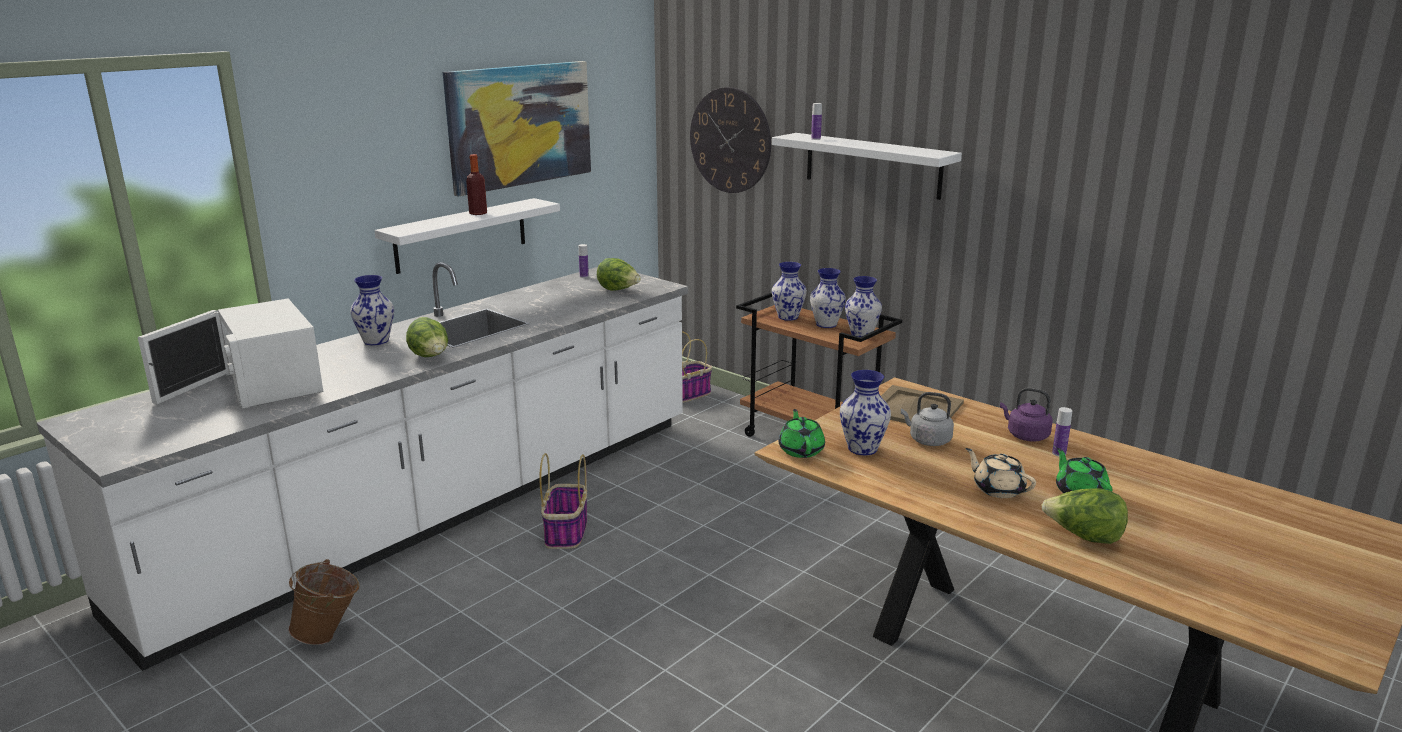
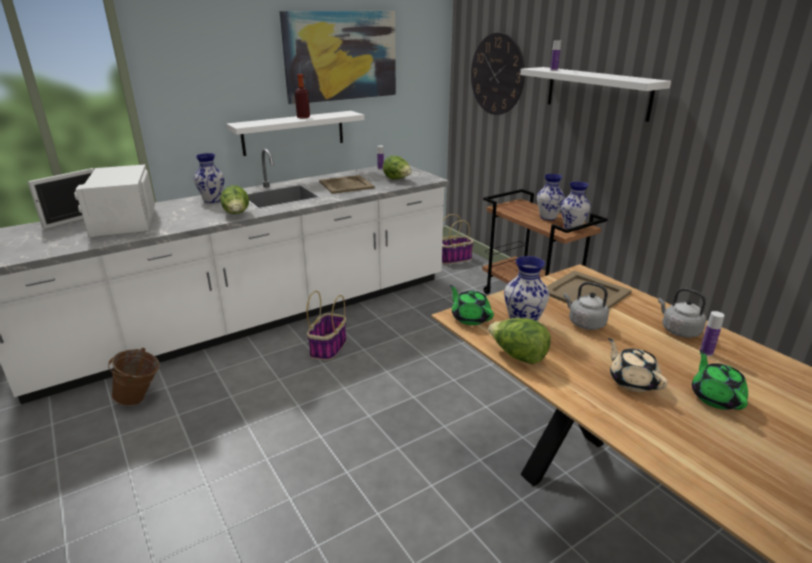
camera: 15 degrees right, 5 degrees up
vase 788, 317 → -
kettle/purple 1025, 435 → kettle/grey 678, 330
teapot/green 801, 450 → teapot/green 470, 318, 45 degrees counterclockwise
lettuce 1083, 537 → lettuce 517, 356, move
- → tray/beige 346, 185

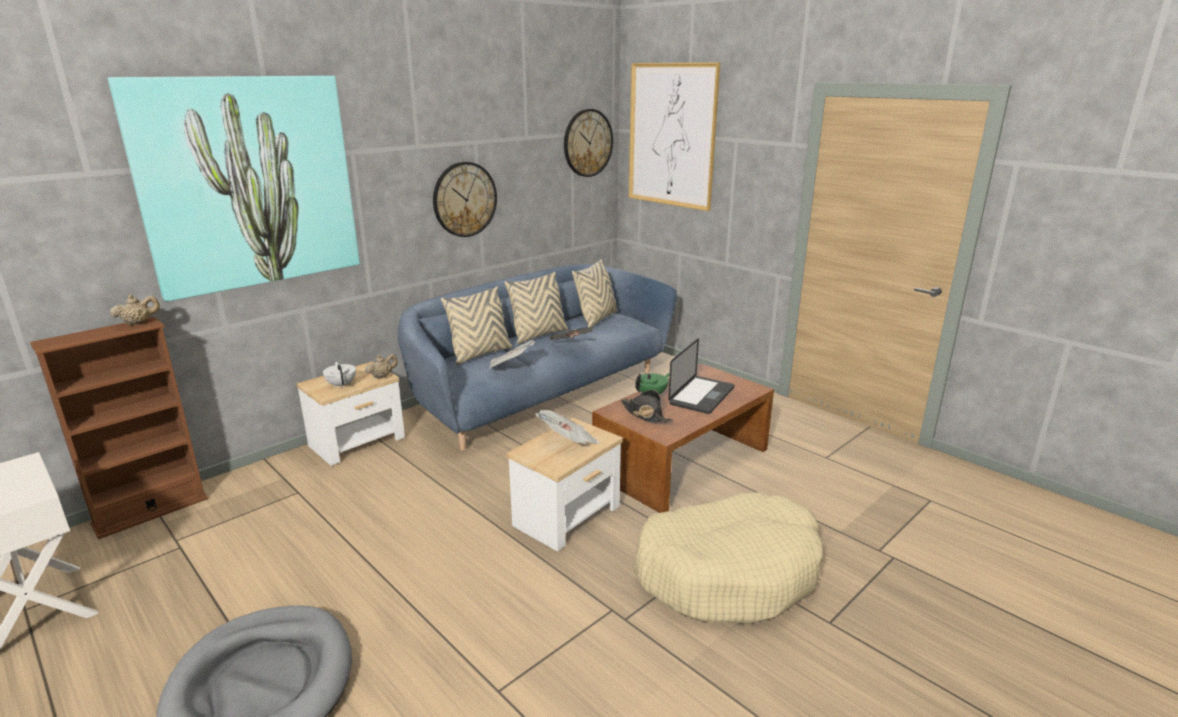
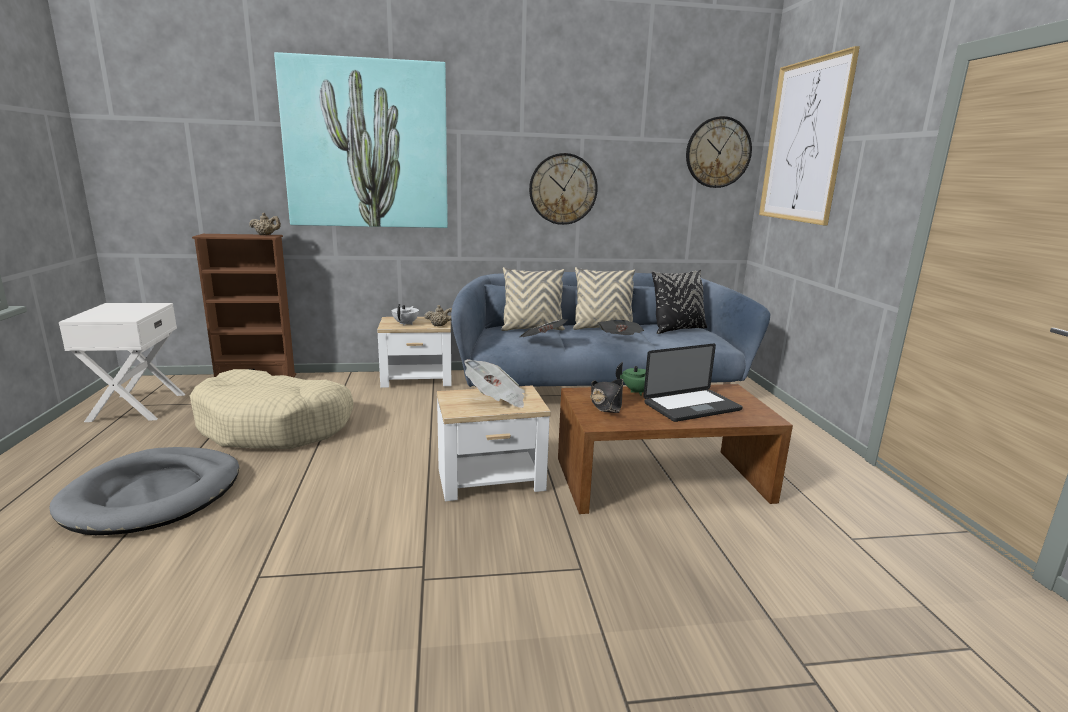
camera: 35 degrees right, 5 degrees down
pillow/beige 596, 319 → pillow/black 677, 329
dog bed/beige 728, 572 → dog bed/beige 276, 426, move

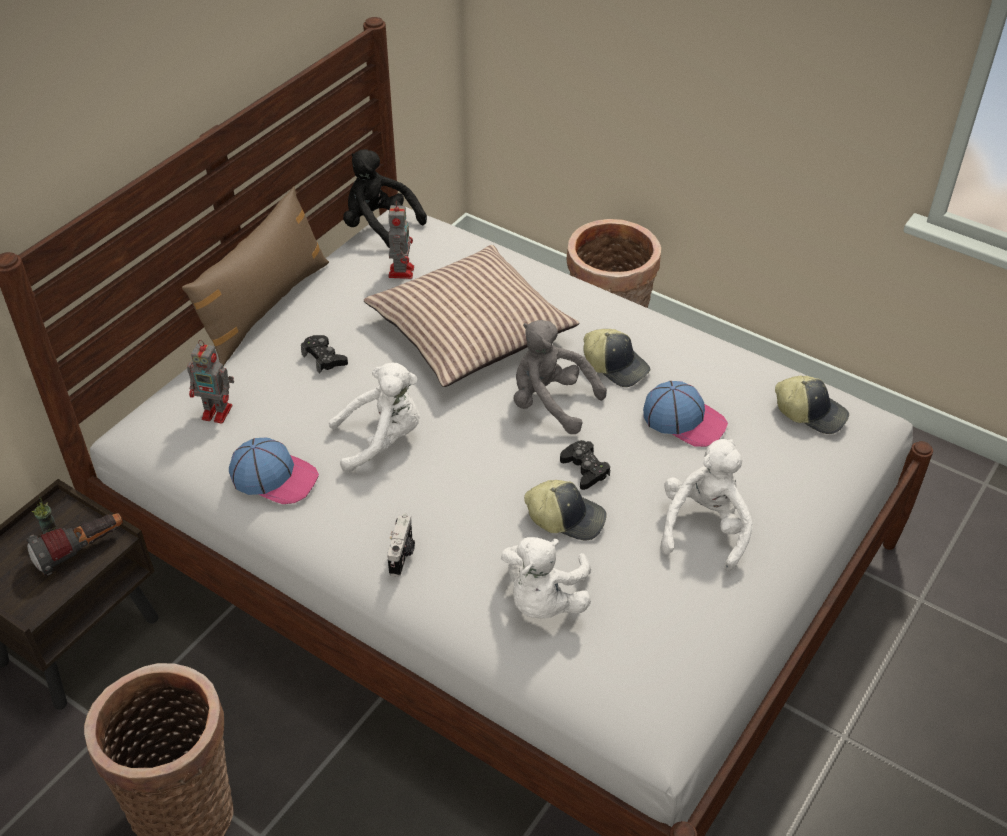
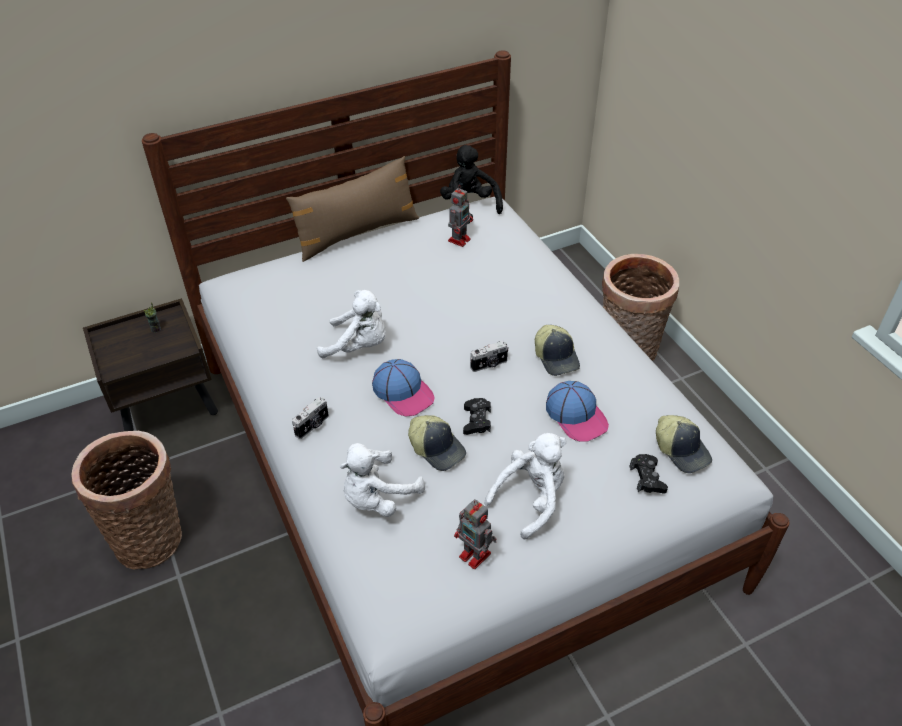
camera: 30 degrees right, 0 degrees up
pillow 470, 330 → -
plush toy/grey 550, 403 → photo camera 489, 365
game controller/black 324, 358 → game controller/black 647, 478, move
toy robot 218, 412 → toy robot 476, 556, move
cap 274, 477 → cap 403, 392, move
flashlight 81, 551 → -

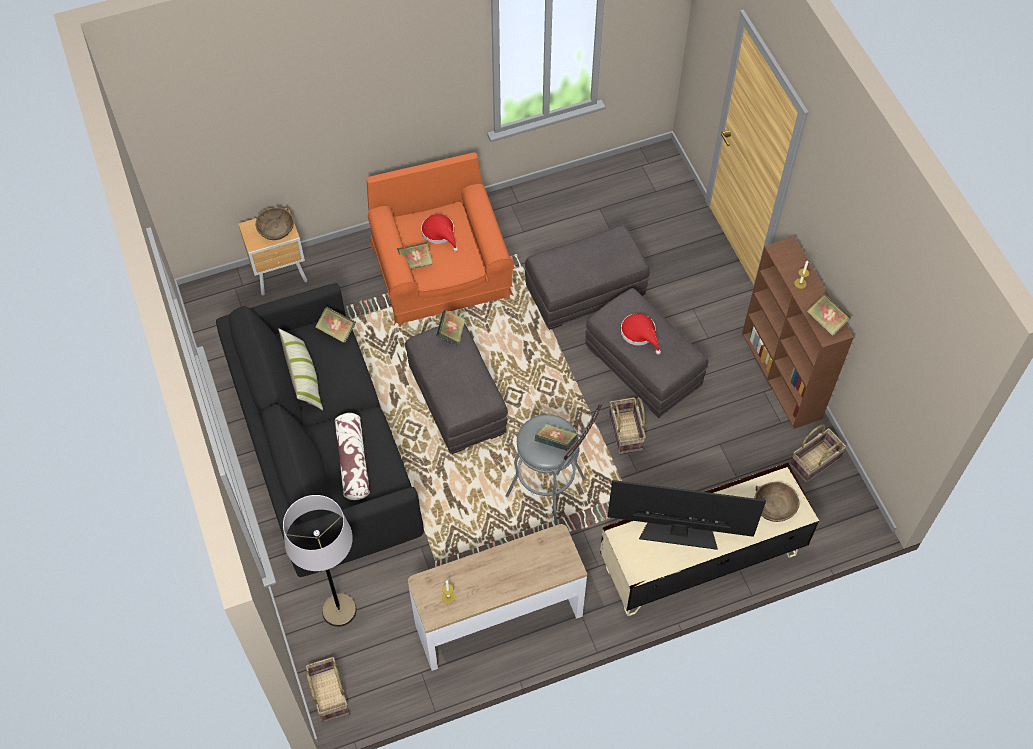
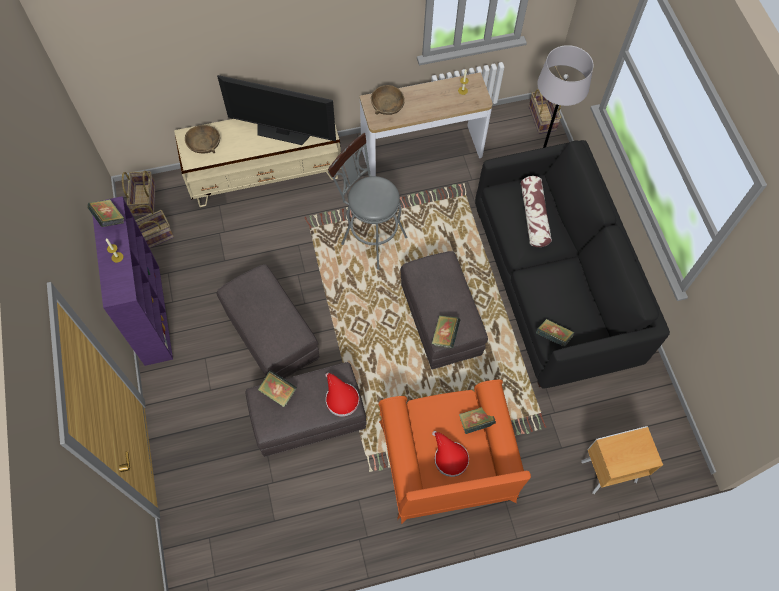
camera: 175 degrees left, 5 degrees up
bowl/brown 276, 228 → bowl/brown 387, 104, move
bookcase/brown 782, 376 → bookcase/purple 151, 314
hat/red 640, 334 → hat/red 340, 398, move
pillow 303, 378 → -
basket 626, 433 → basket 144, 200, move
book 555, 443 → book 278, 392, move

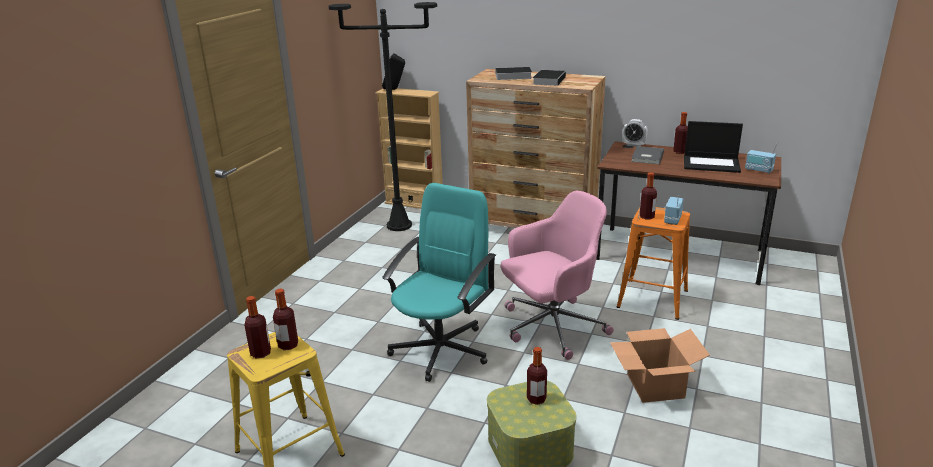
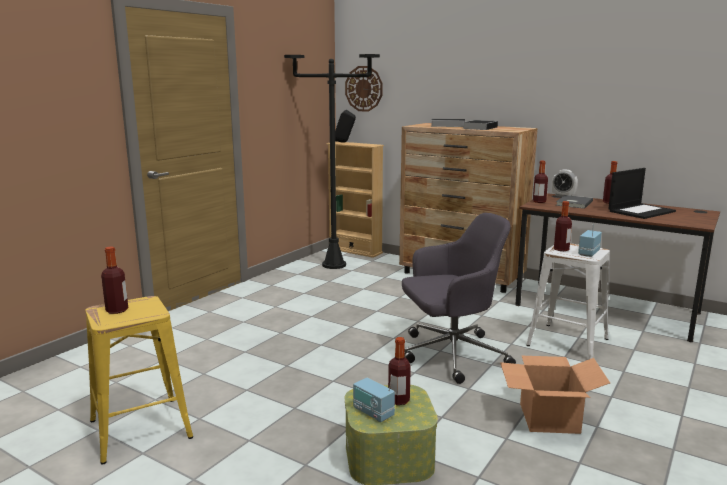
camera: 10 degrees right, 10 degrees down
laptop 712, 164 → laptop 641, 211, 60 degrees counterclockwise
radio 758, 170 → radio 373, 413, move
office chair/turquoise 441, 349 → -
office chair/pink 551, 327 → office chair/grey 451, 355
stool/orange 652, 299 → stool/white 567, 342
bottle 288, 345 → bottle 539, 201, move
- → wall clock 364, 88

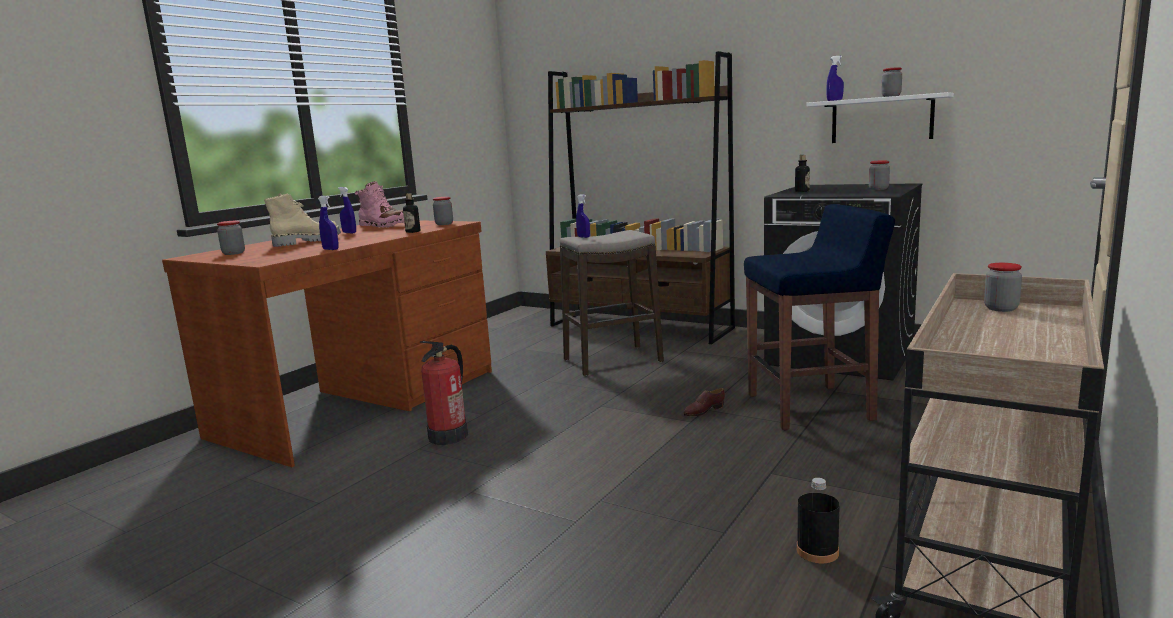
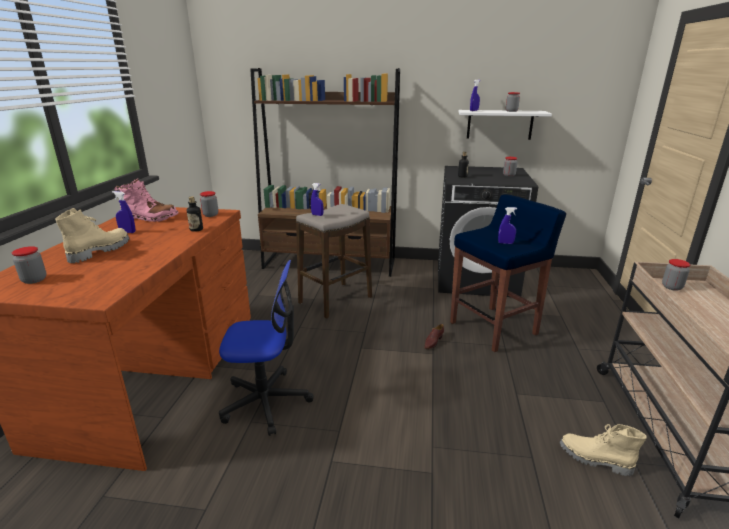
camera: 25 degrees left, 10 degrees up
spray bottle/blue 331, 249 → spray bottle/blue 505, 243, move
fire extinguisher 449, 436 → office chair 266, 401
bottle/black 817, 551 → boot/beige 595, 460

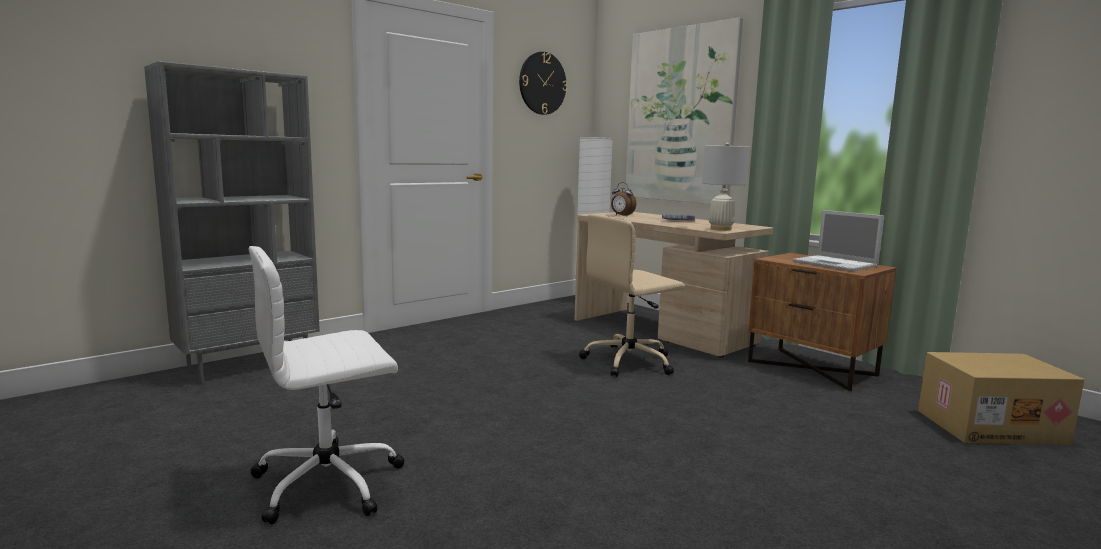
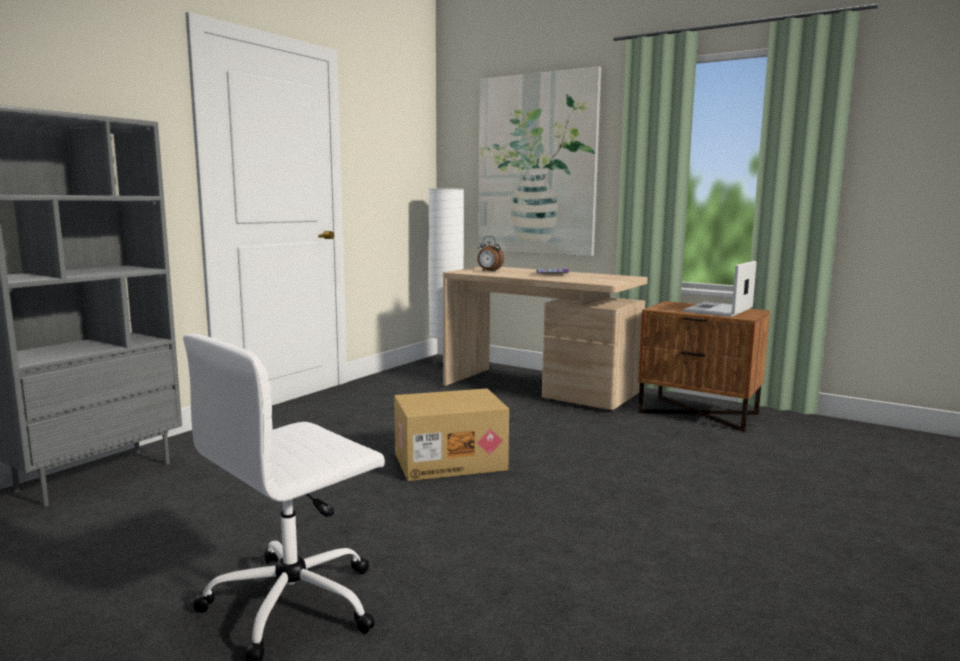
camera: 15 degrees left, 0 degrees up
wall clock 542, 83 → -
table lamp/white 720, 229 → -
laptop 836, 264 → laptop 718, 310, 90 degrees clockwise
office chair/beige 630, 361 → -
cardboard box 990, 426 → cardboard box 450, 461, move

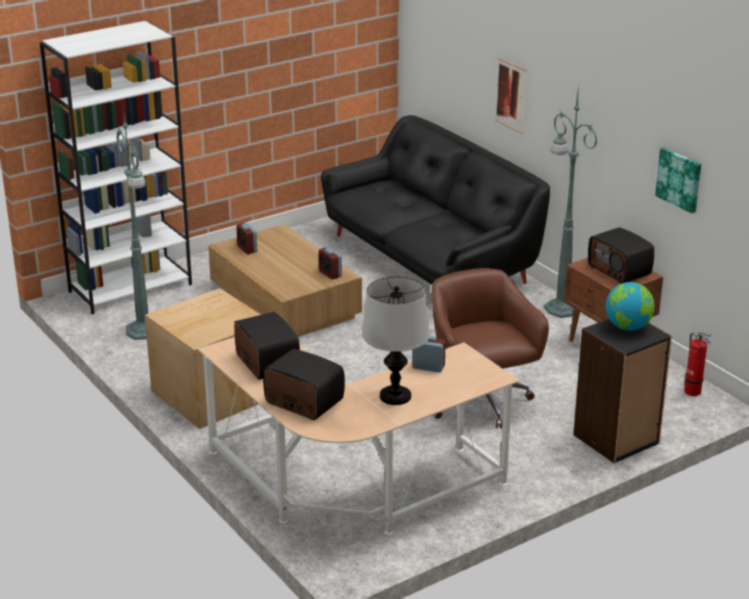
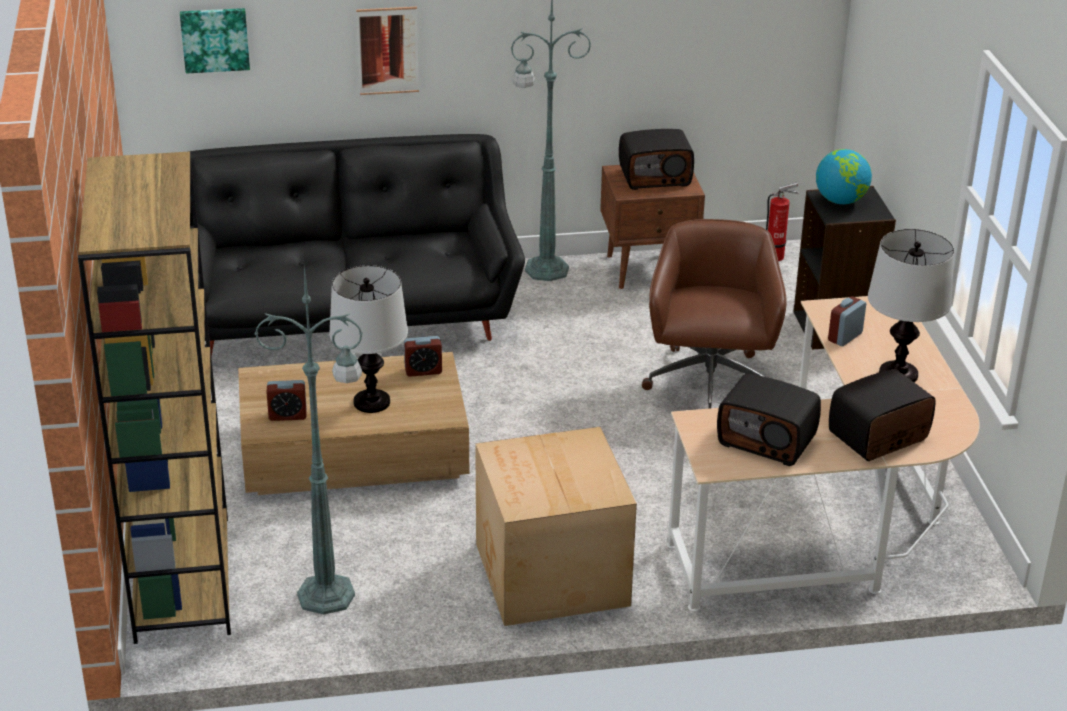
camera: 65 degrees left, 5 degrees up
bookcase/white 131, 288 → bookcase/brown 181, 577
picture 679, 179 → picture 215, 39, move
office chair/brown 479, 402 → office chair/brown 709, 384, 90 degrees clockwise
radio 265, 362 → radio 768, 440, 150 degrees counterclockwise
- → table lamp 372, 402

